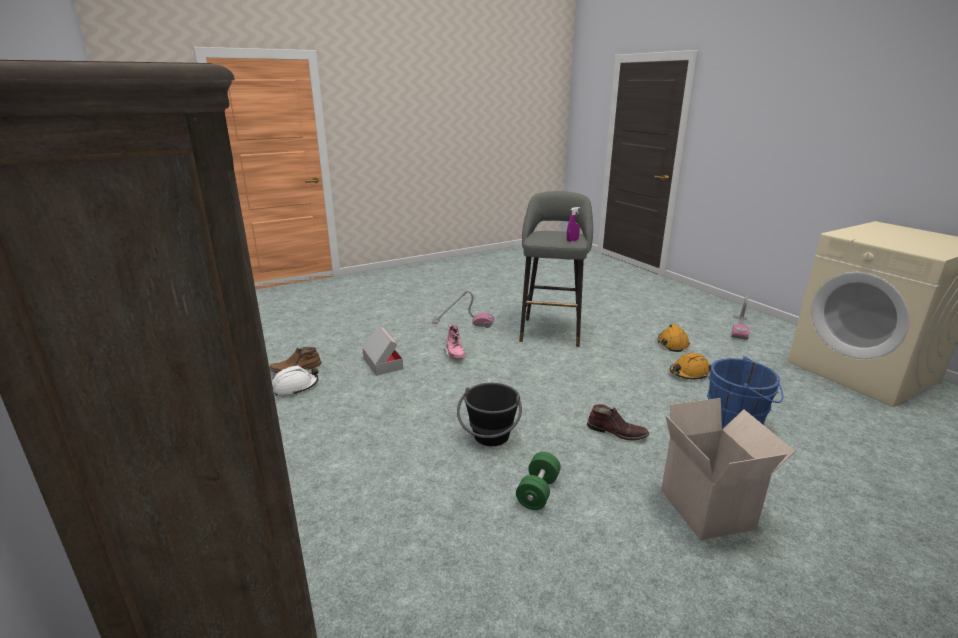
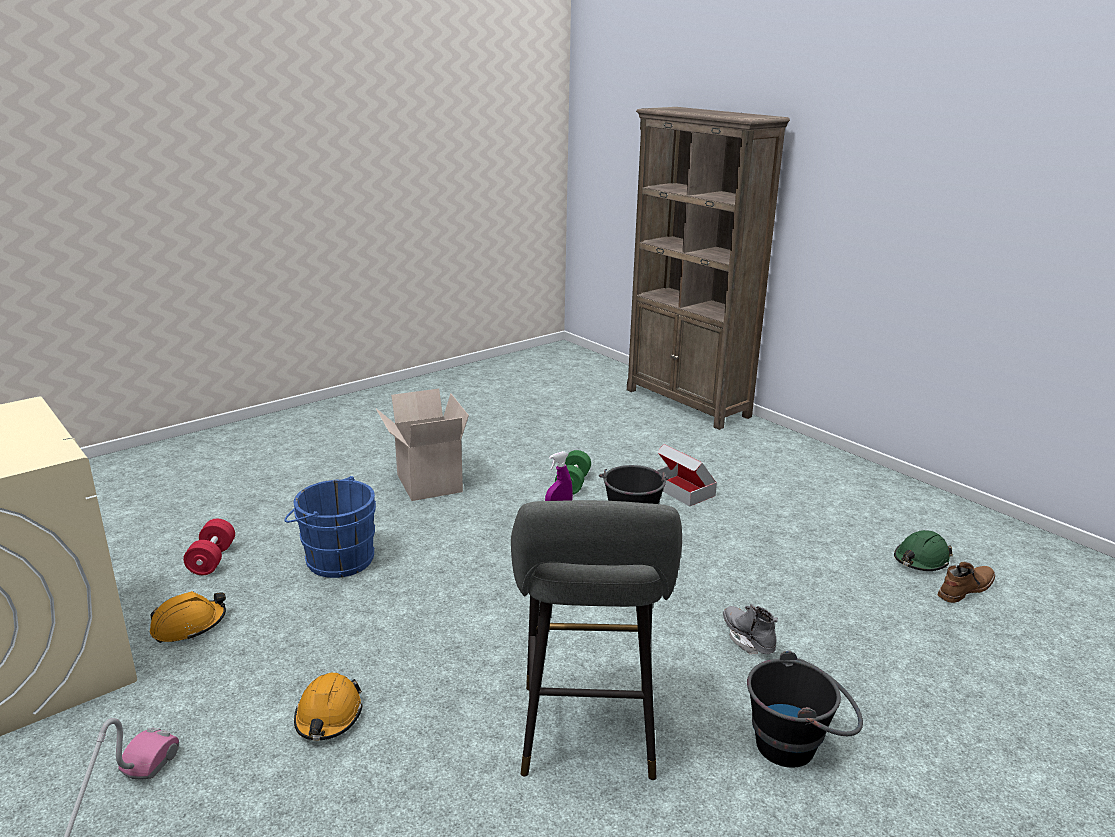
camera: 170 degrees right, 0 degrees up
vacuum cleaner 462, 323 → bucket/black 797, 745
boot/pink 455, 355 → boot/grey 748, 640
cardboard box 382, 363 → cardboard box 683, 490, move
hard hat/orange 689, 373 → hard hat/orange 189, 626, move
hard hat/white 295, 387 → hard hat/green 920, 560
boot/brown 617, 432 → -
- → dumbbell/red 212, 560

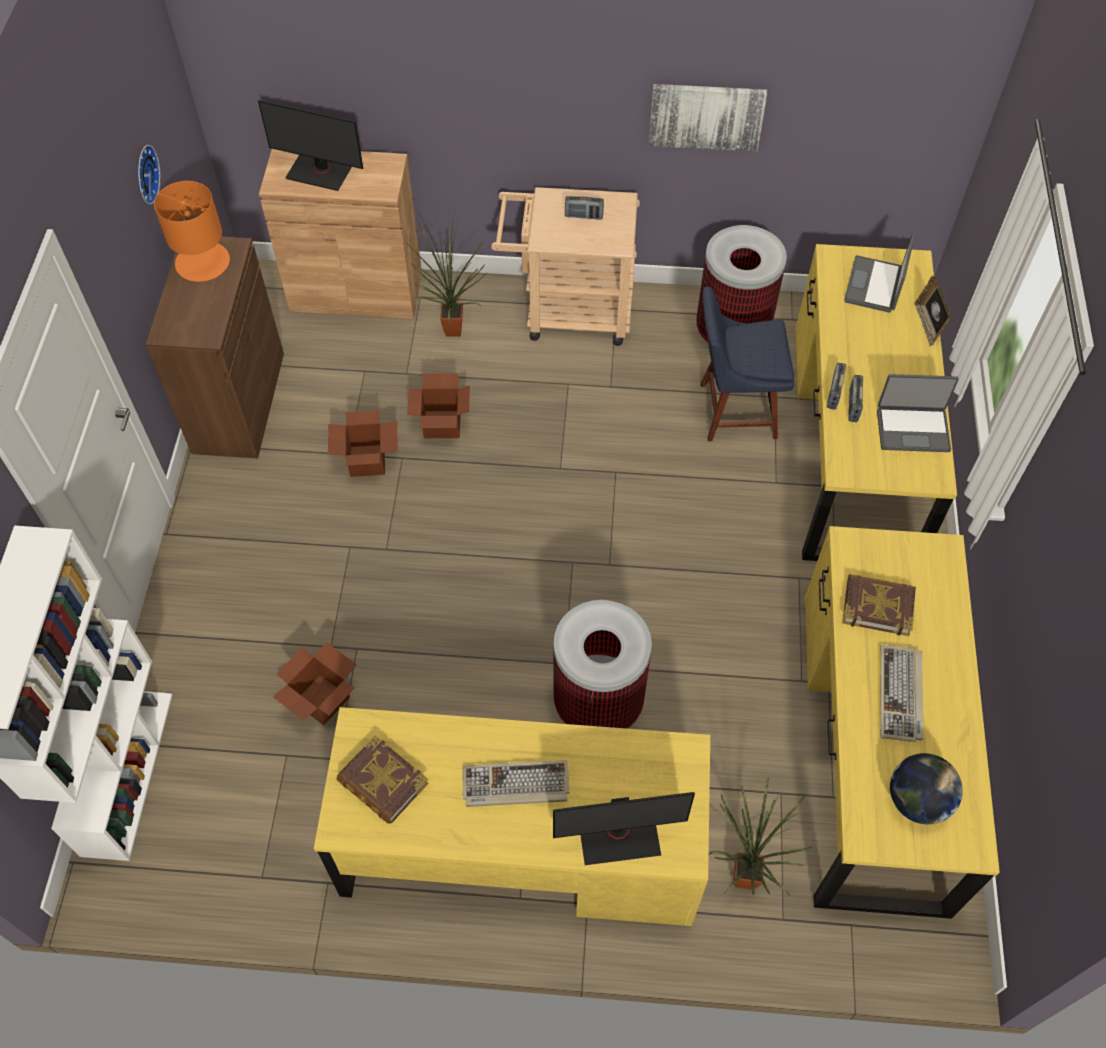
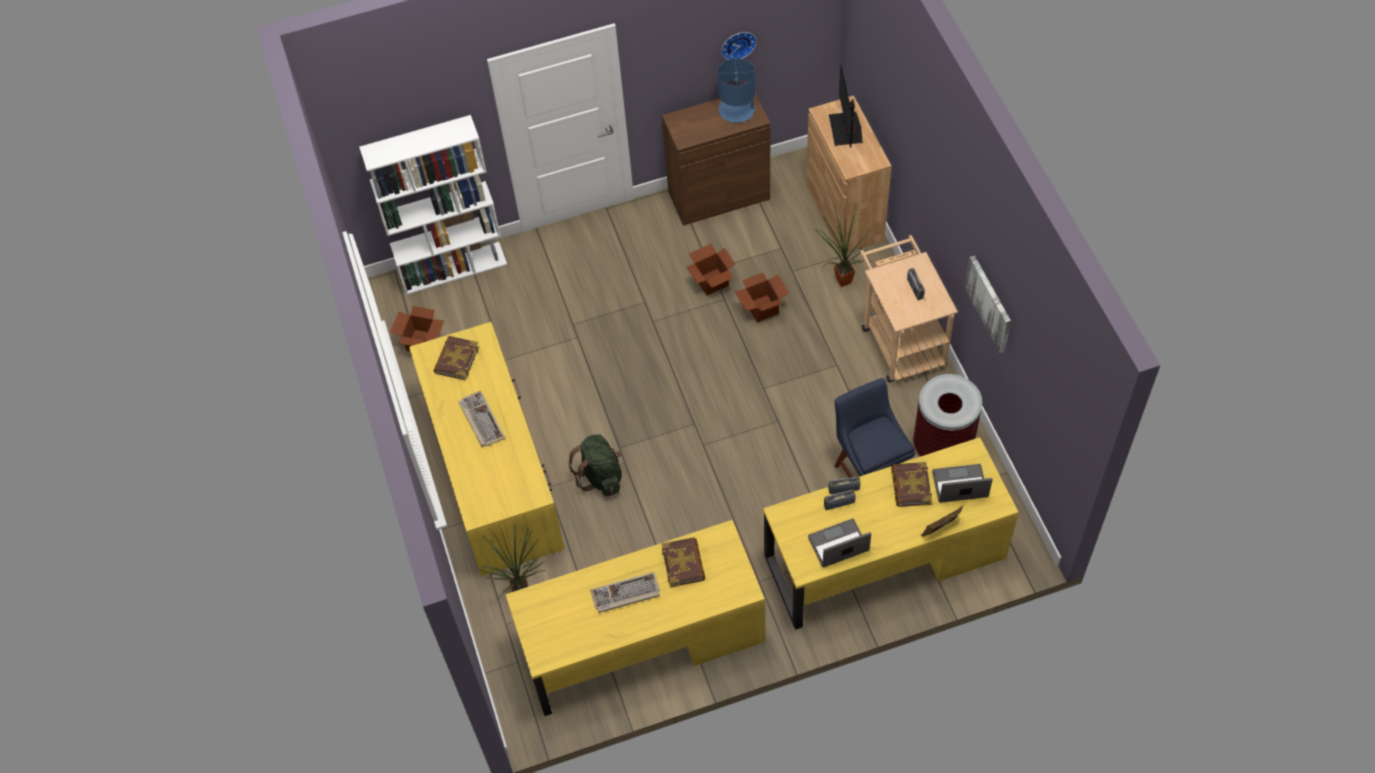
camera: 70 degrees right, 0 degrees up
table lamp/orange 203, 262 → table lamp/blue 737, 110
laptop 912, 429 → laptop 838, 545, 90 degrees clockwise
trash can 597, 703 → backpack/green 600, 476
cardboard box 321, 700 → cardboard box 422, 342, move
globe 917, 800 → -
monitor 618, 834 → -
- → book 910, 486

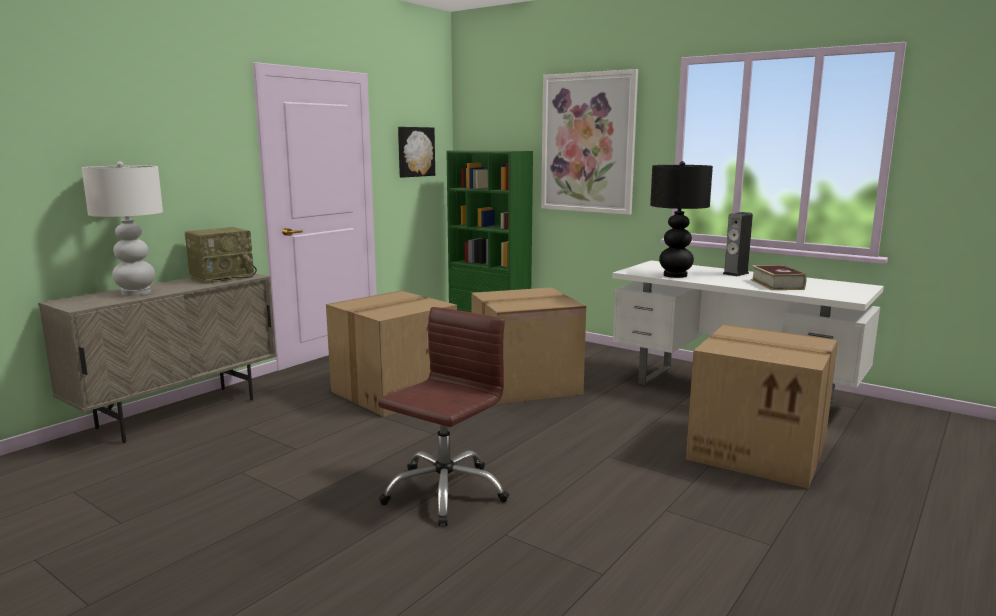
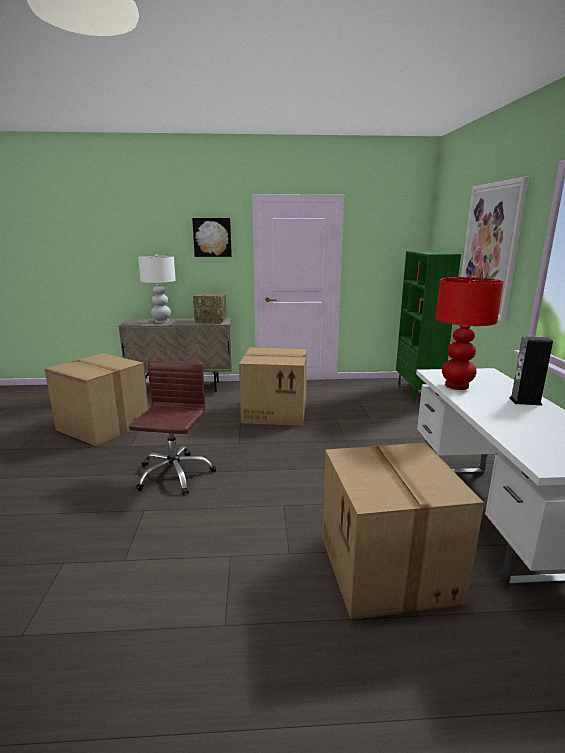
camera: 50 degrees right, 5 degrees up
picture 415, 152 → picture 212, 237, move
table lamp/black 675, 275 → table lamp/red 457, 386
book 777, 284 → -
cardboard box 524, 384 → cardboard box 102, 426, move
office chair/brown 444, 491 → office chair/brown 174, 474, 75 degrees counterclockwise

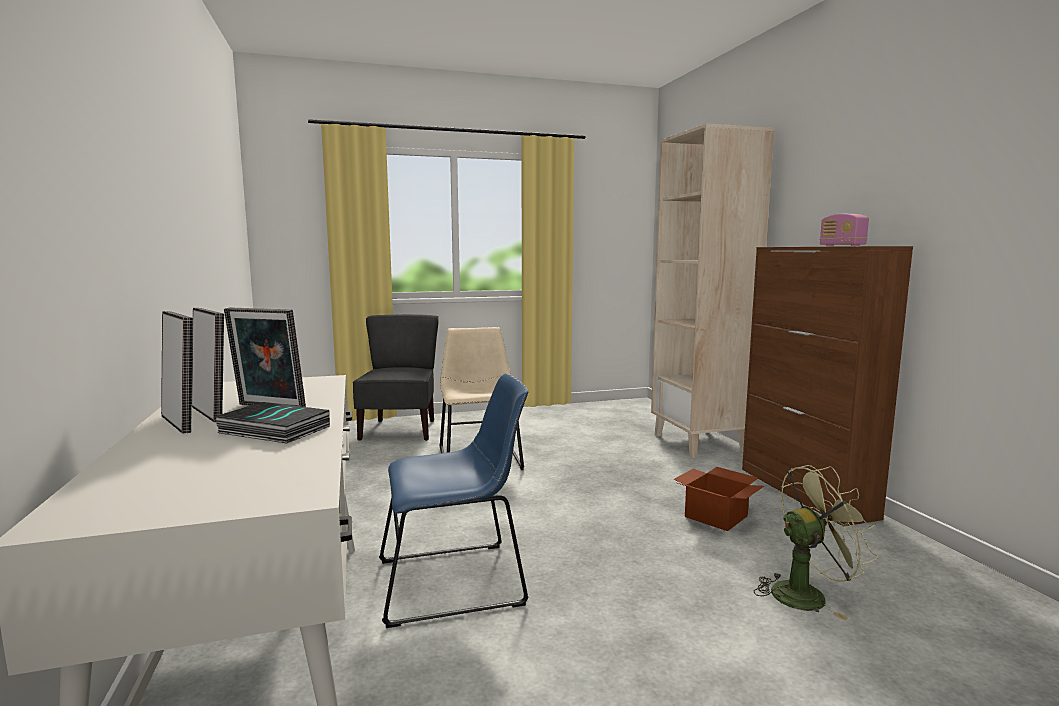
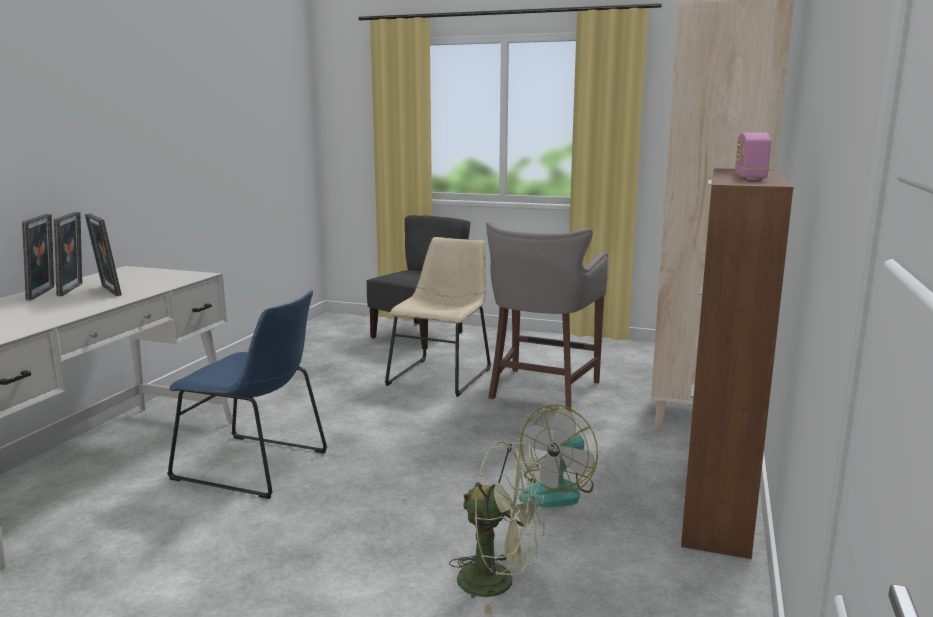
camera: 35 degrees right, 5 degrees up
book 272, 430 → -
cardboard box 717, 516 → fan 558, 491
- → stool/grey 541, 390

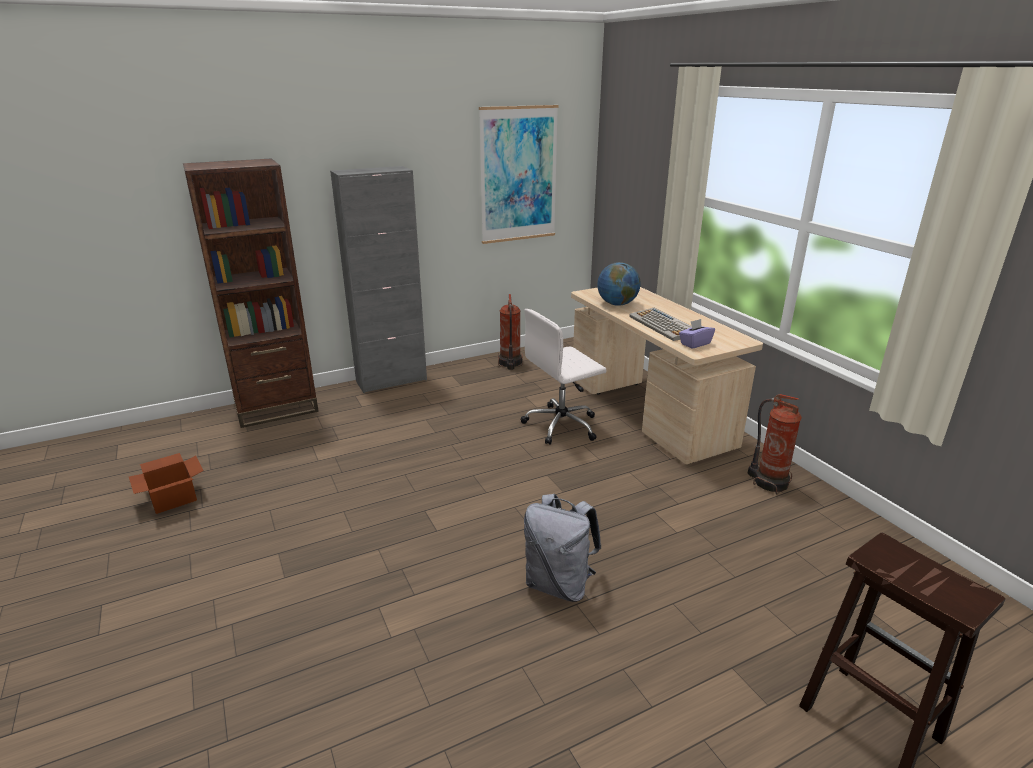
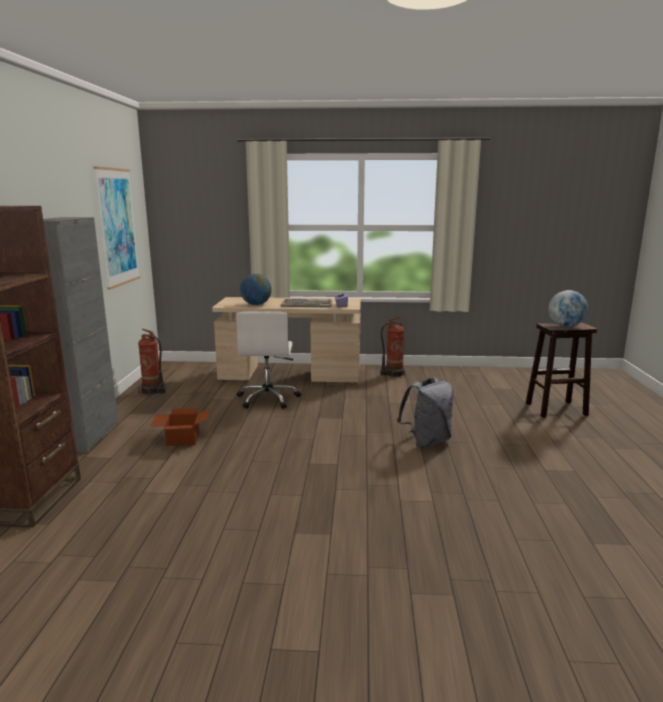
camera: 60 degrees left, 10 degrees down
cardboard box 174, 497 → cardboard box 182, 439, move
- → globe 565, 326

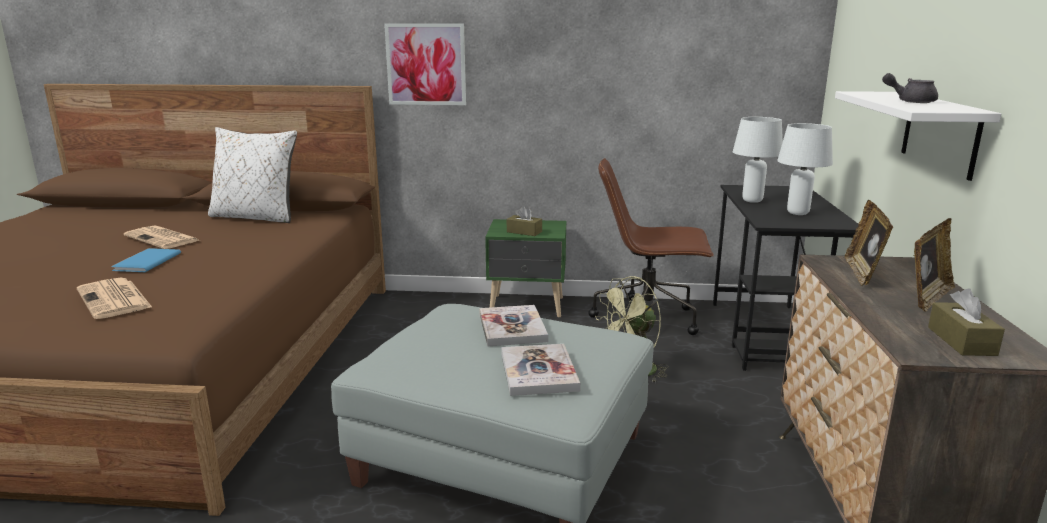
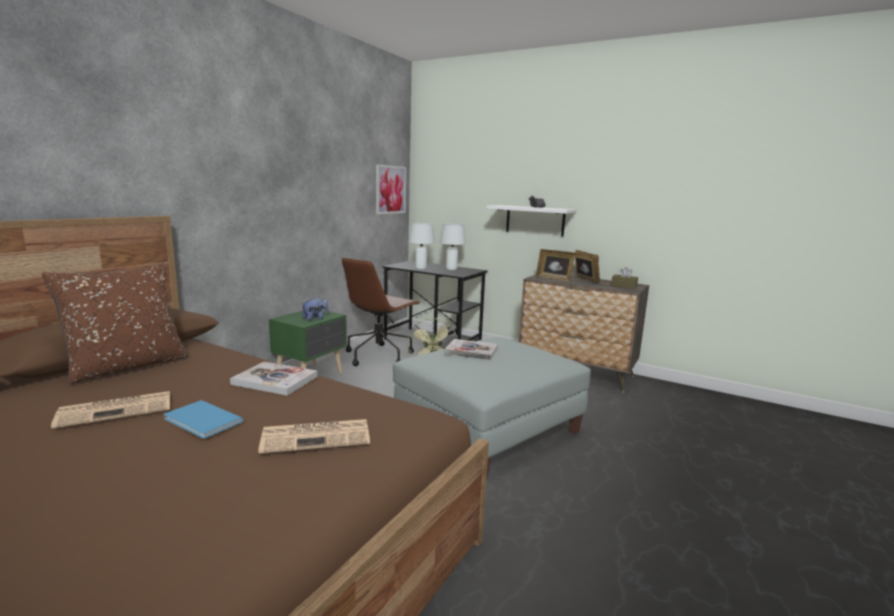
camera: 65 degrees left, 5 degrees down
picture 426, 64 → picture 390, 189, move
pillow/white 256, 217 → pillow/brown 128, 367
tissue box/brown 524, 232 → plush toy 315, 318
book 538, 372 → book 275, 380, move

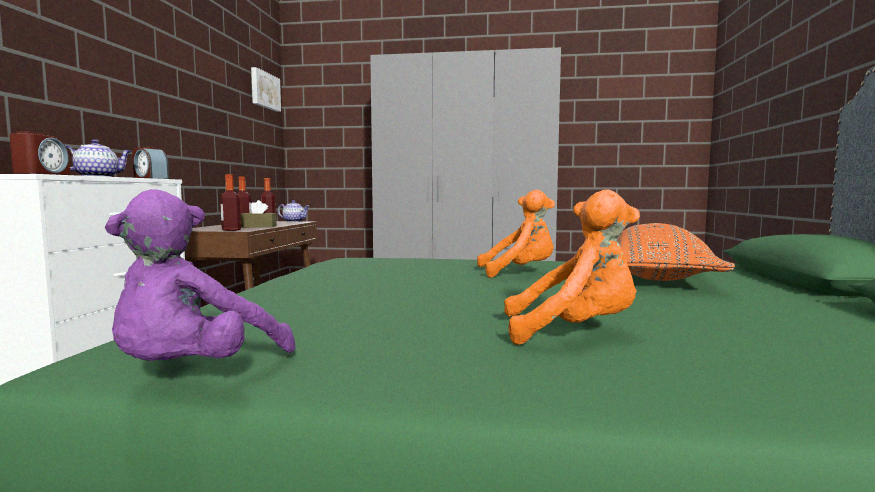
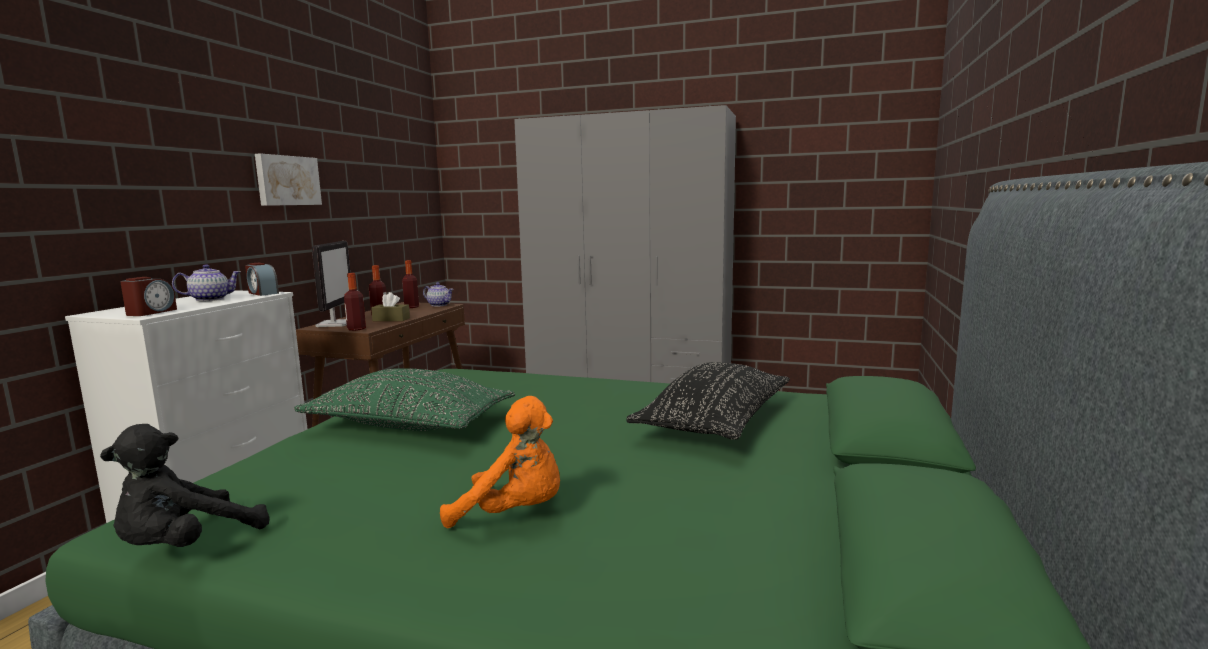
camera: 10 degrees right, 5 degrees up
picture 264, 90 → picture 287, 180, move
plush toy/purple 196, 373 → plush toy/black 186, 546
plush toy/orange 520, 272 → -
pillow/orange 655, 277 → pillow/black 714, 422
- → monitor 335, 324
- → pillow/green 409, 425

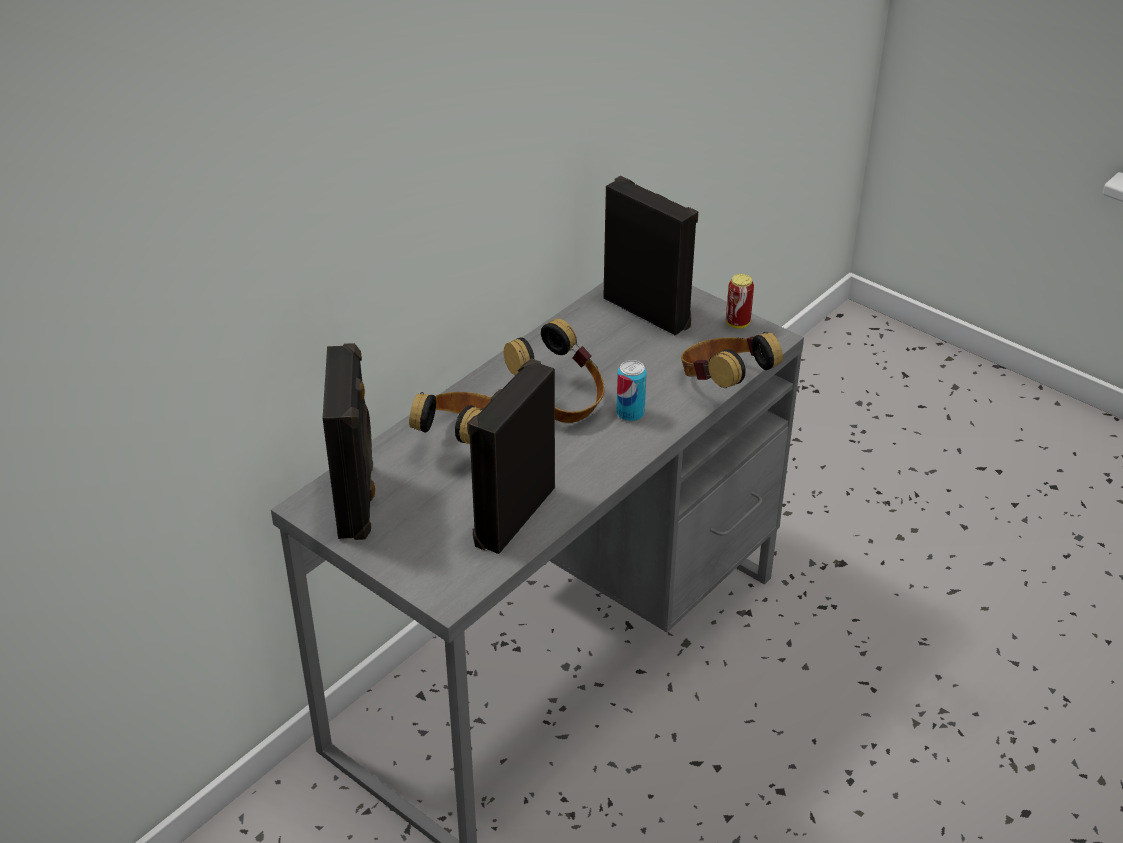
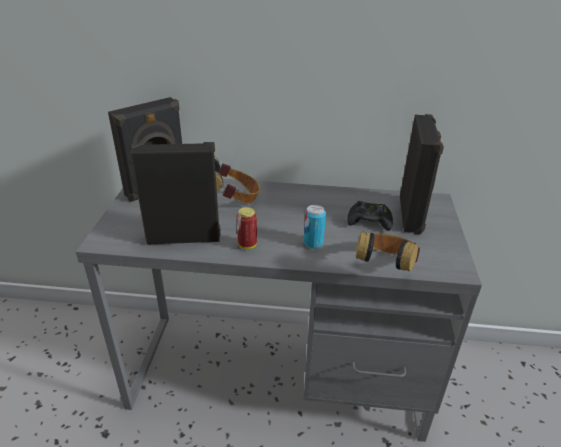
camera: 55 degrees right, 5 degrees down
can 737, 323 → can 247, 245, move
headphones 559, 401 → -
- → game controller/black 369, 221

